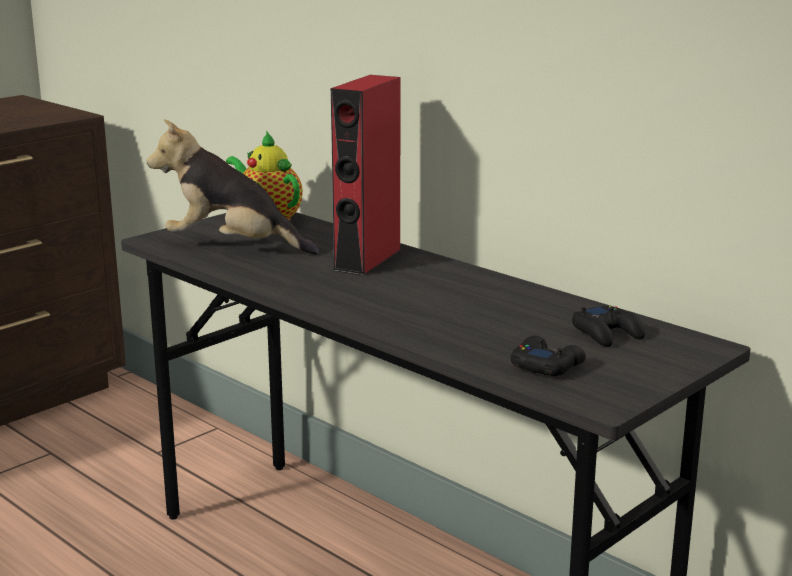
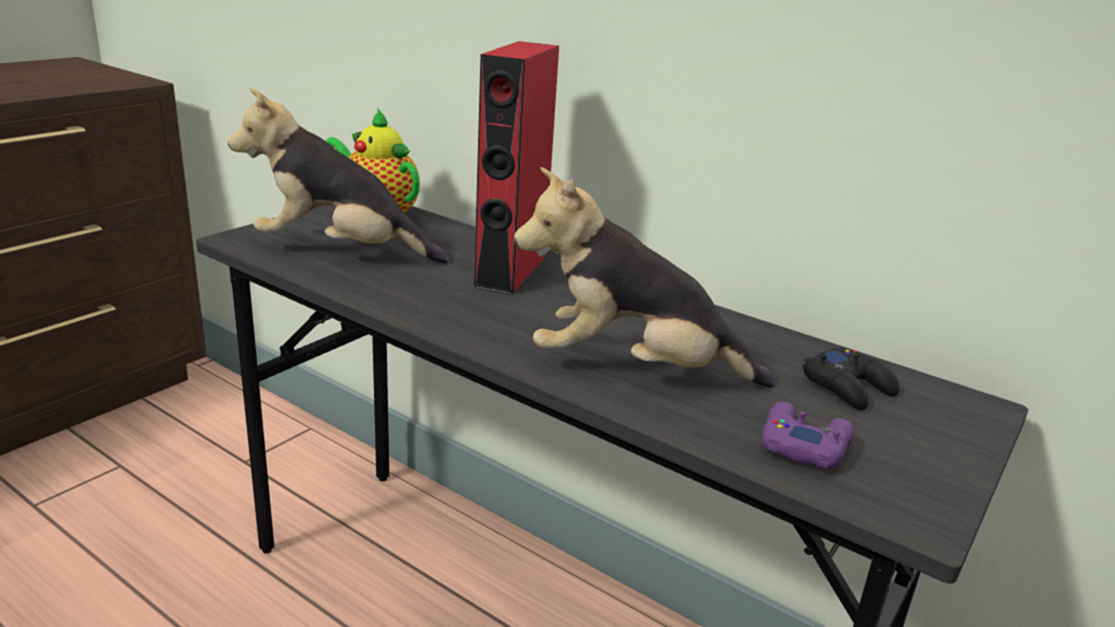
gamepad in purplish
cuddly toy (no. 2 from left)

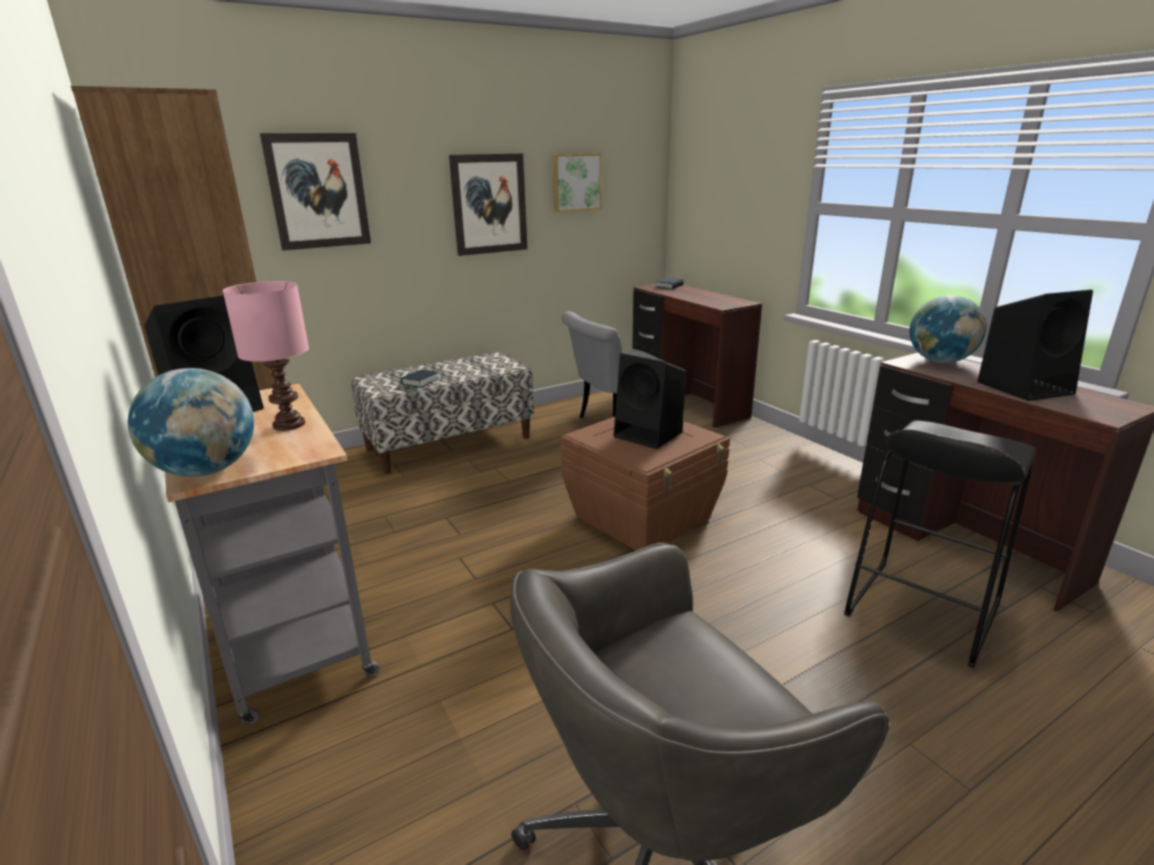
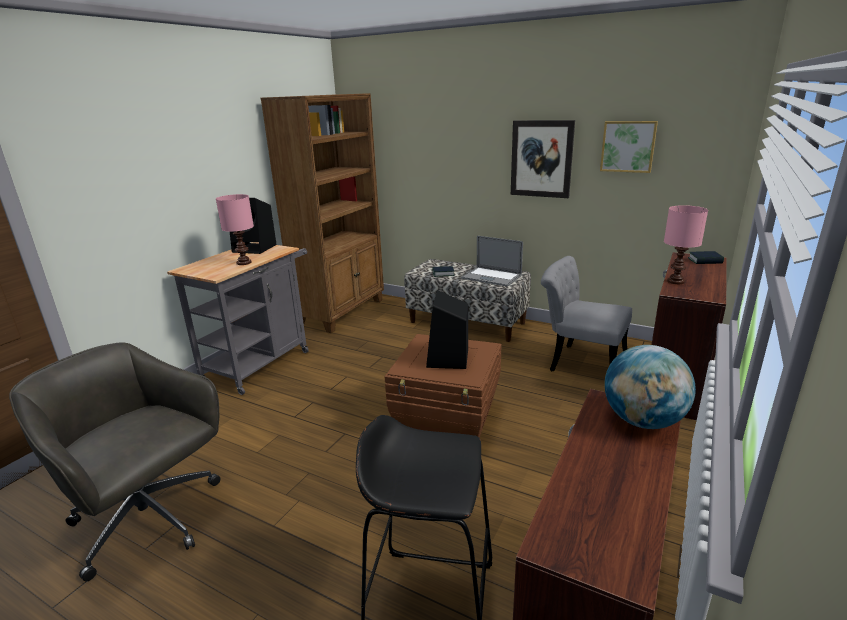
desk globe (no. 1 from left in the first image)
wall art (no. 1 from left in the first image)
loudspeaker in black-coloured (no. 3 from left in the first image)
laptop
tabletop lamp in pink-coloured (no. 2 from left)

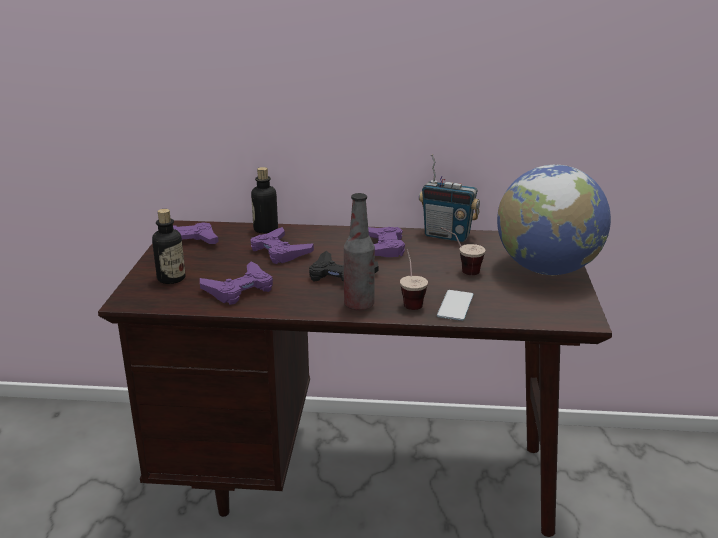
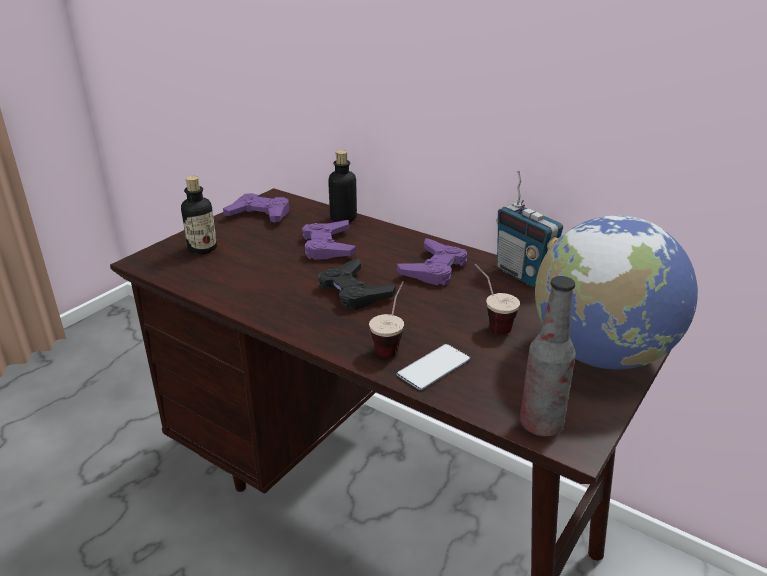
gamepad in purplish (no. 2 from left in the first image)
beverage bottle (no. 3 from left)

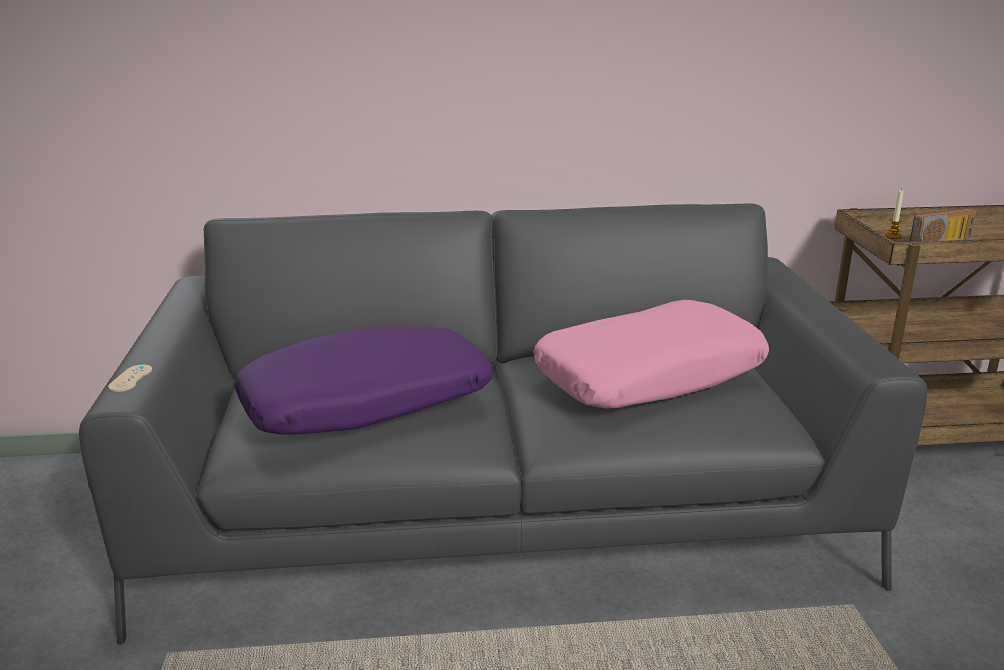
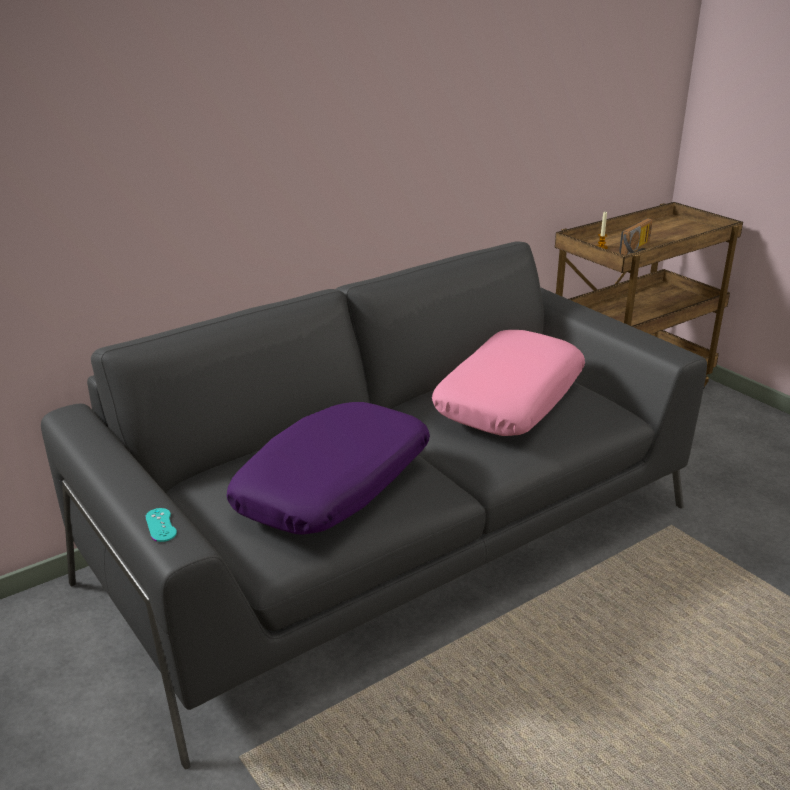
gamepad in blue-green

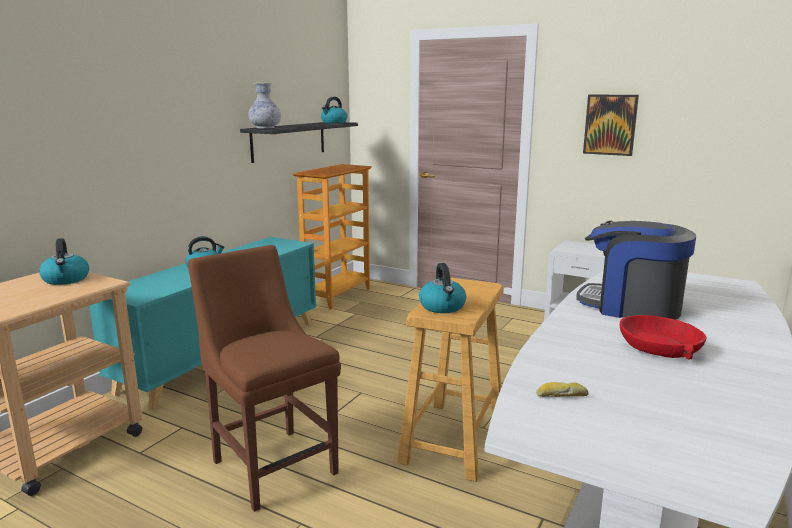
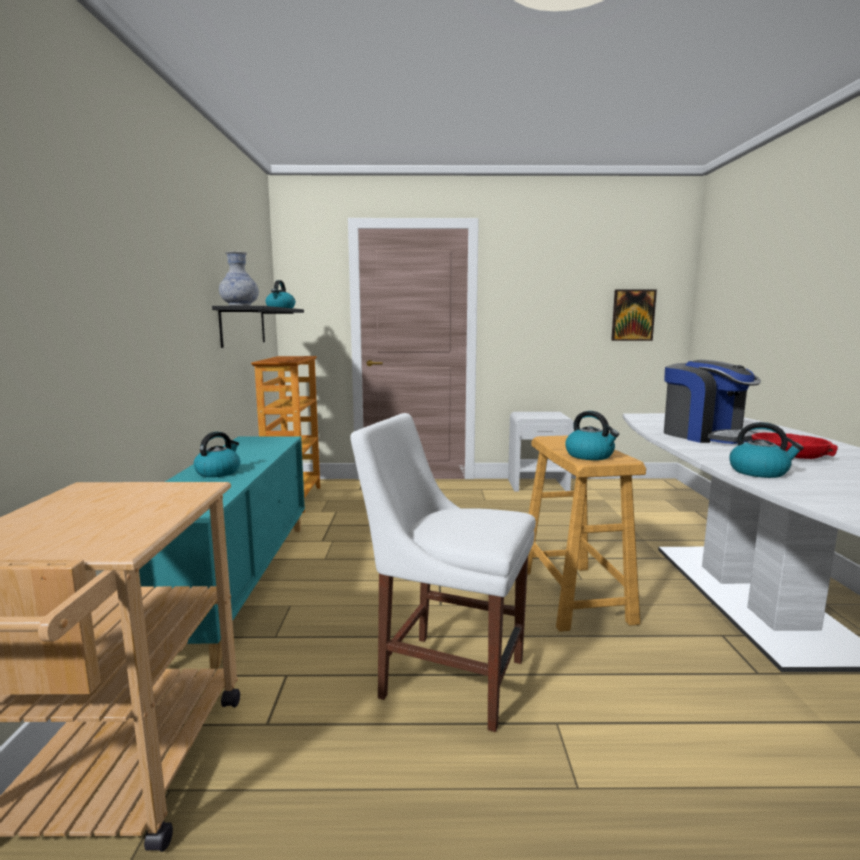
water kettle (no. 4 from left)
plain chair in whitish
bakery bread
coffee brewer
wall art

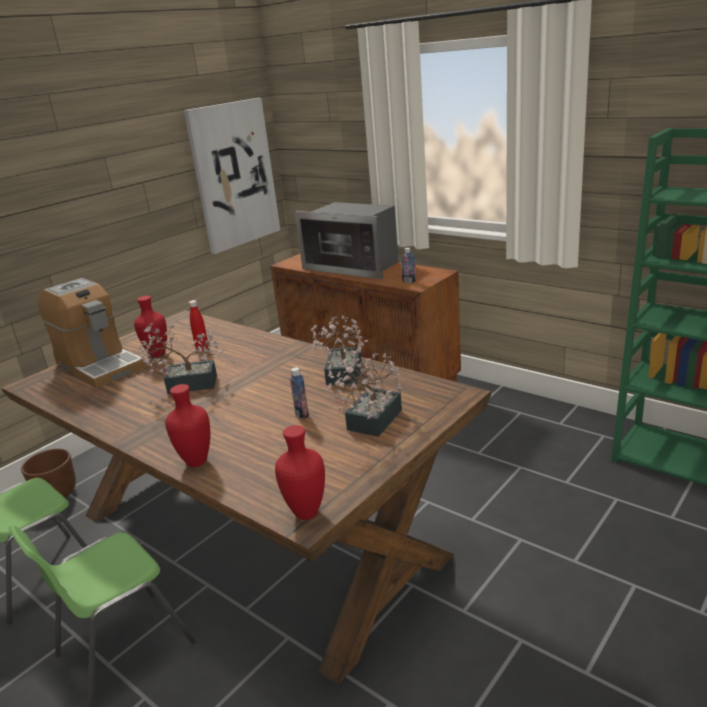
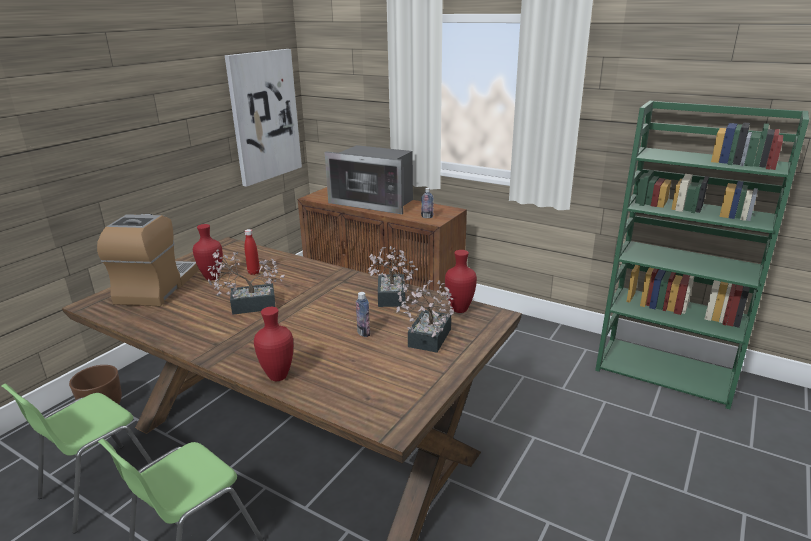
coffee brewer
flower vase in red (no. 3 from left)

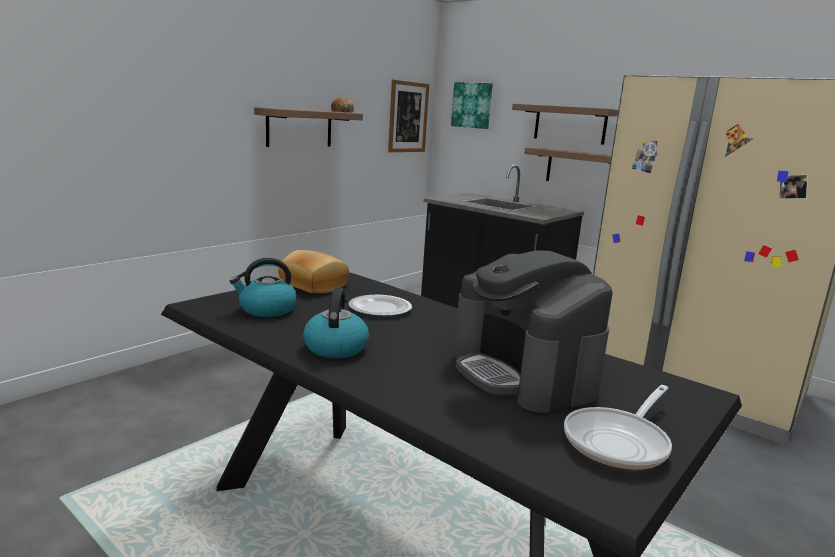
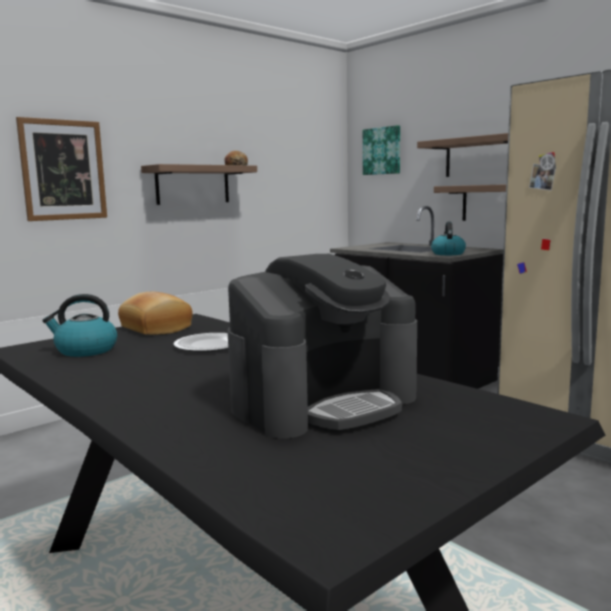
water kettle (no. 2 from left)
wall art (no. 1 from left)
coffee brewer
skillet

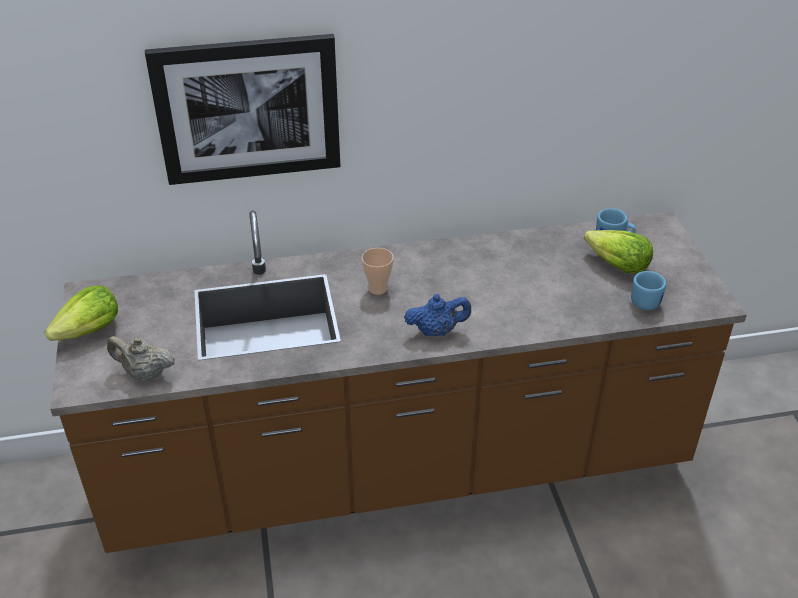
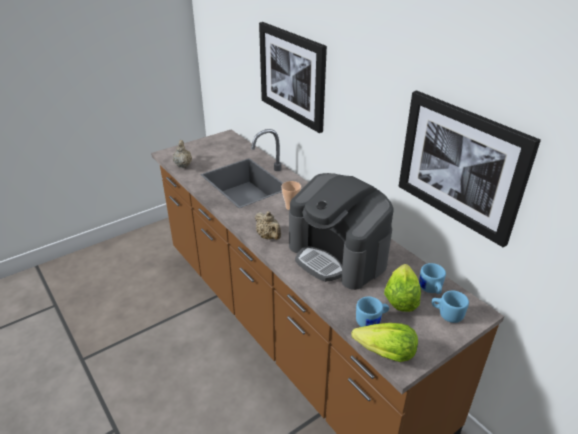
lettuce head (no. 1 from left)
teapot in sand-coloured (no. 2 from left)
coffee brewer
wall art (no. 2 from left)
mug in bluish (no. 3 from left)

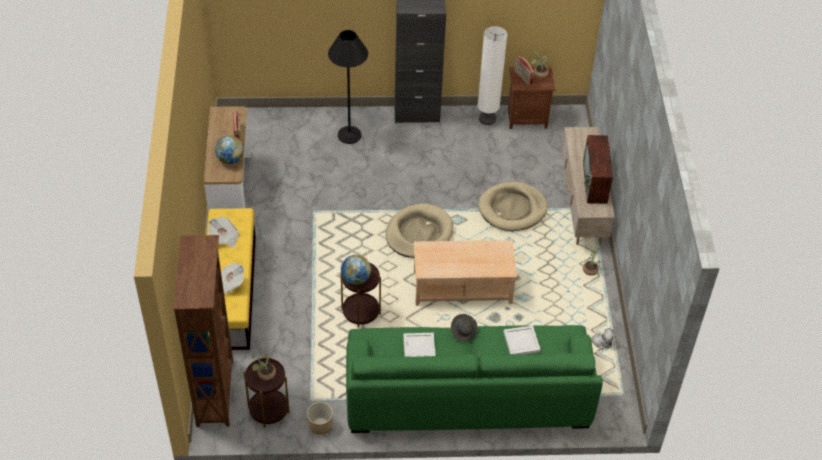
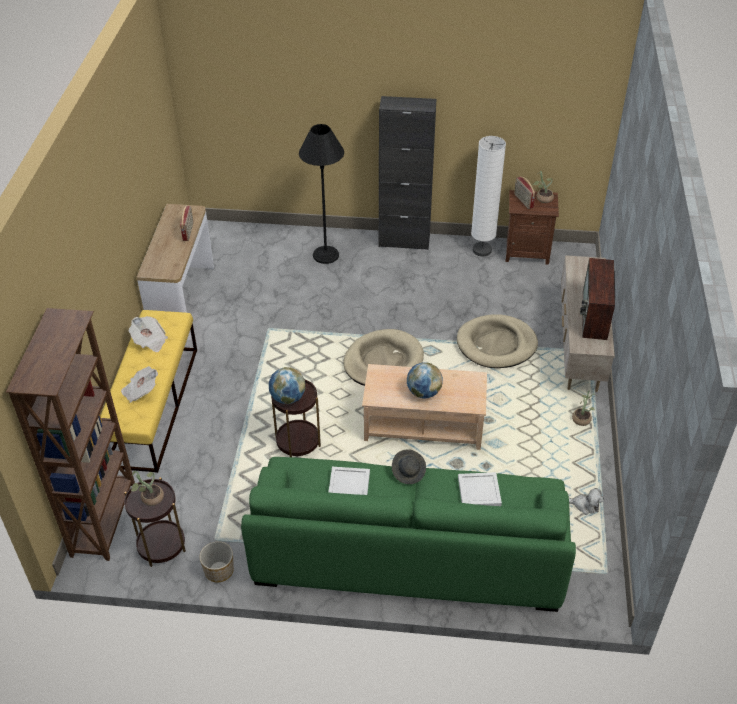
desk globe (no. 2 from left)

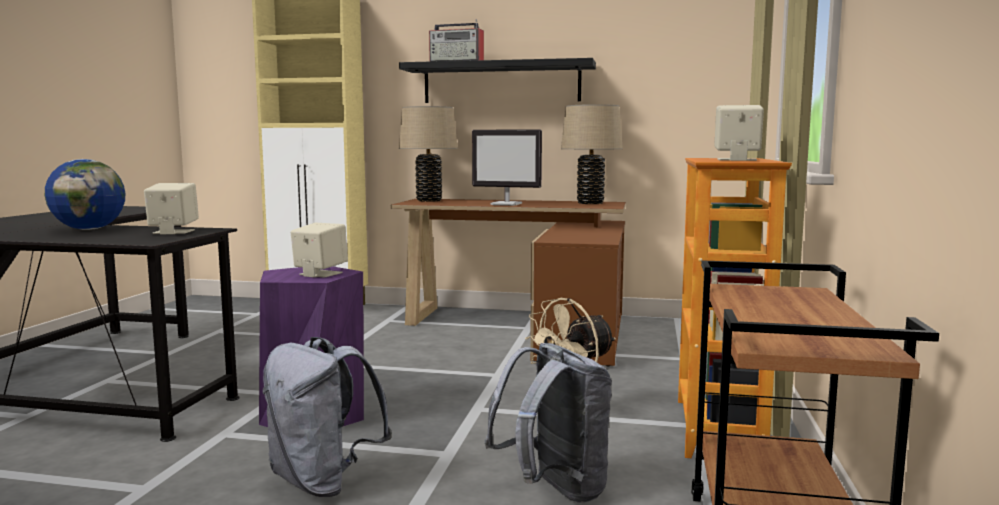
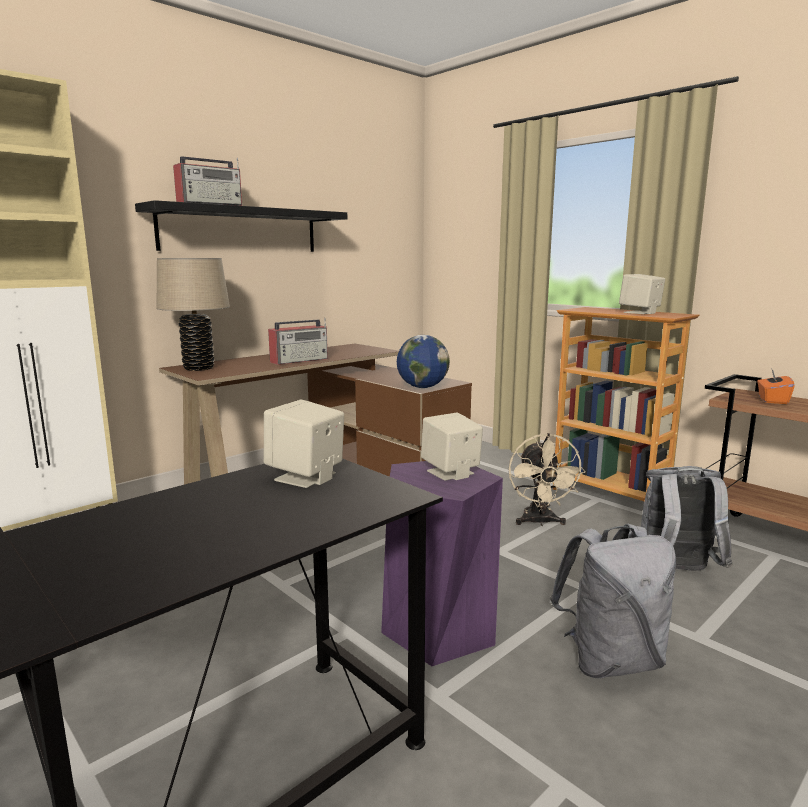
desk globe
radio (no. 2 from left)
tabletop lamp in sand-coloured (no. 2 from left in the first image)
tissue holder in orange

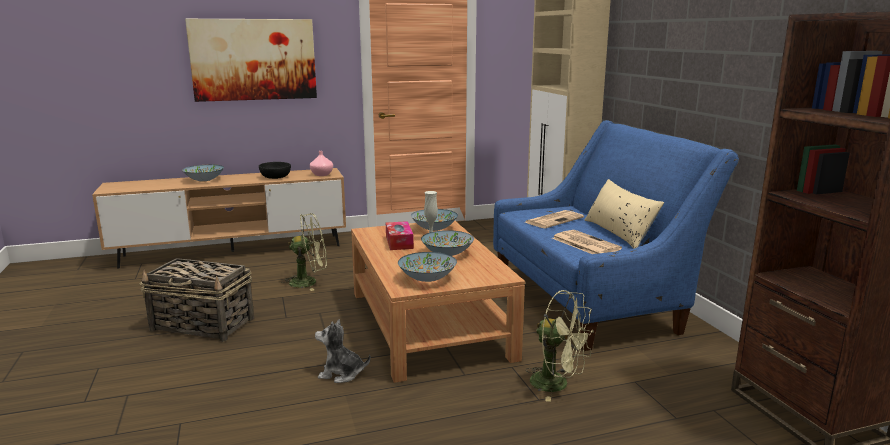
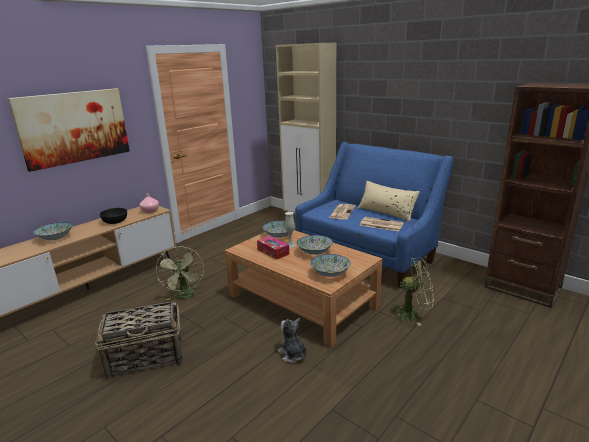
cooling fan in green (no. 1 from left)
cuddly toy

